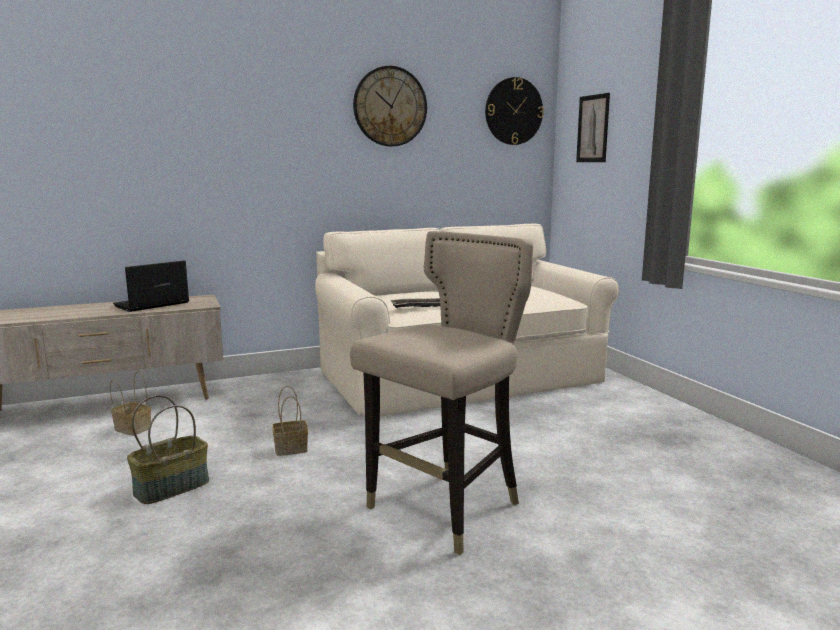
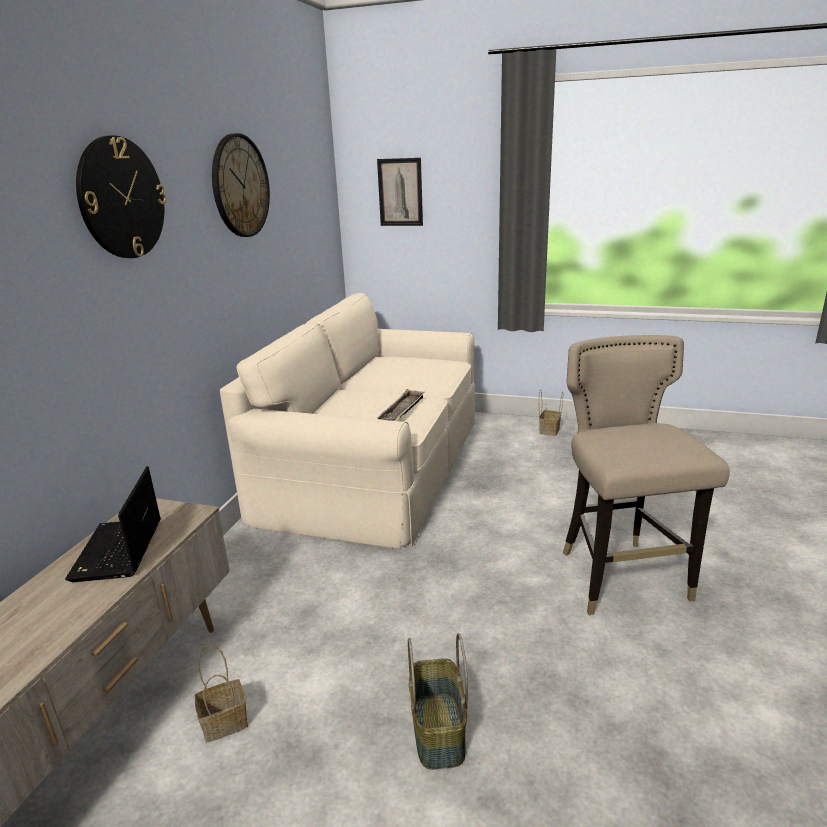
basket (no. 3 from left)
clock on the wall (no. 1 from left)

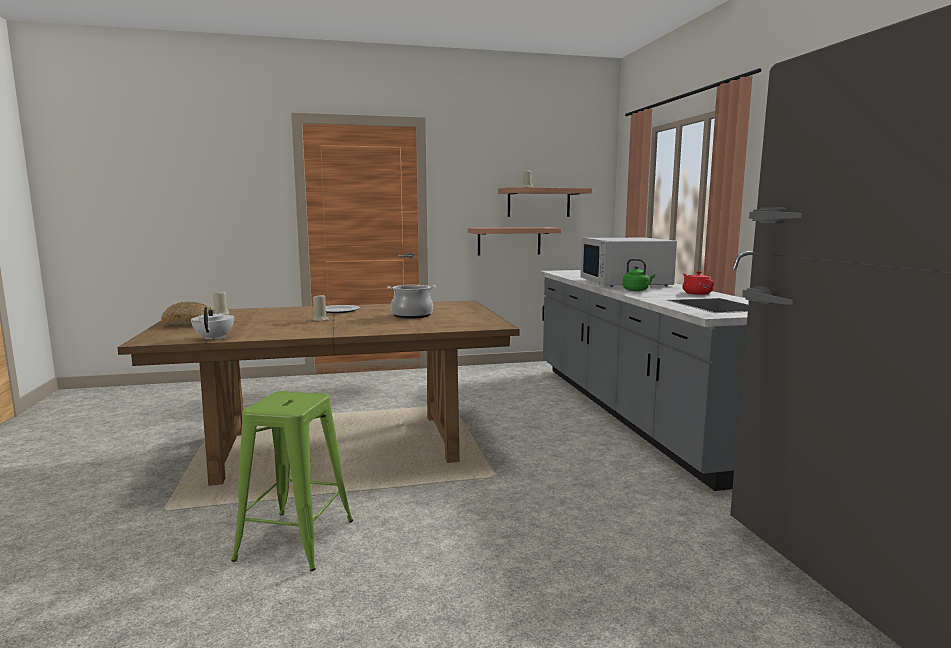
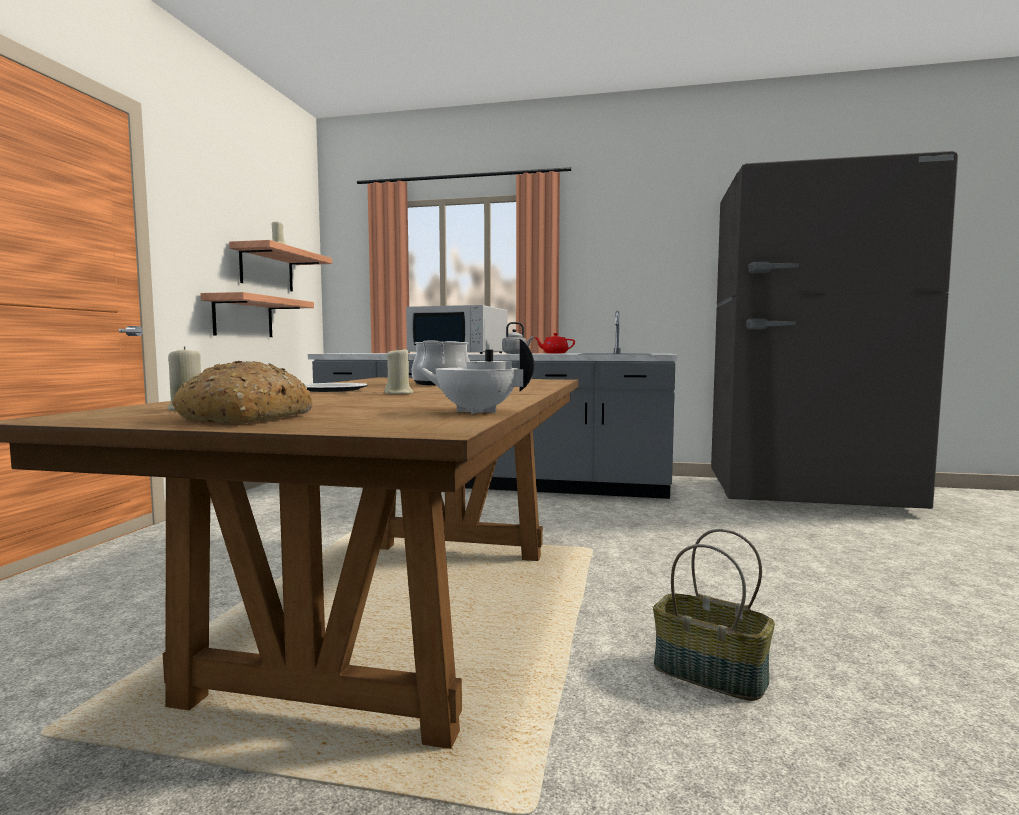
basket
water kettle in greyish

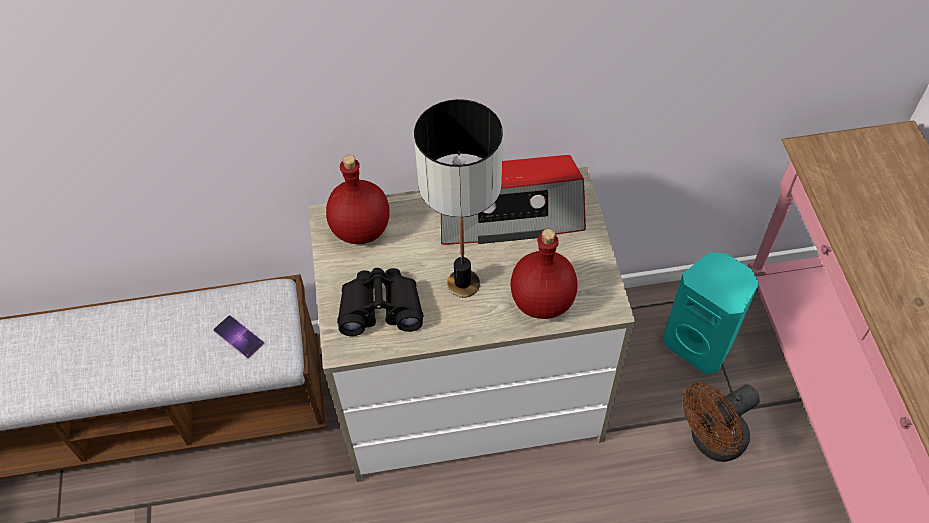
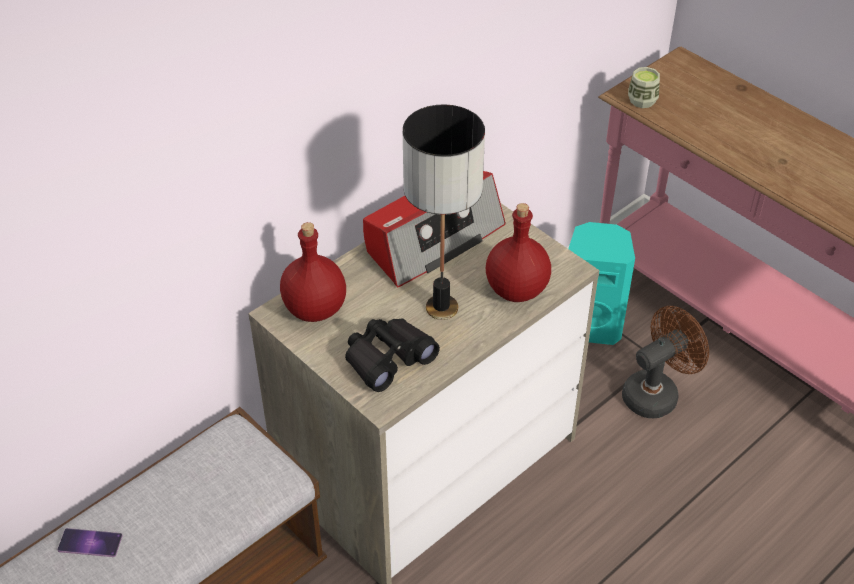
phone
cooling fan in brown
cup

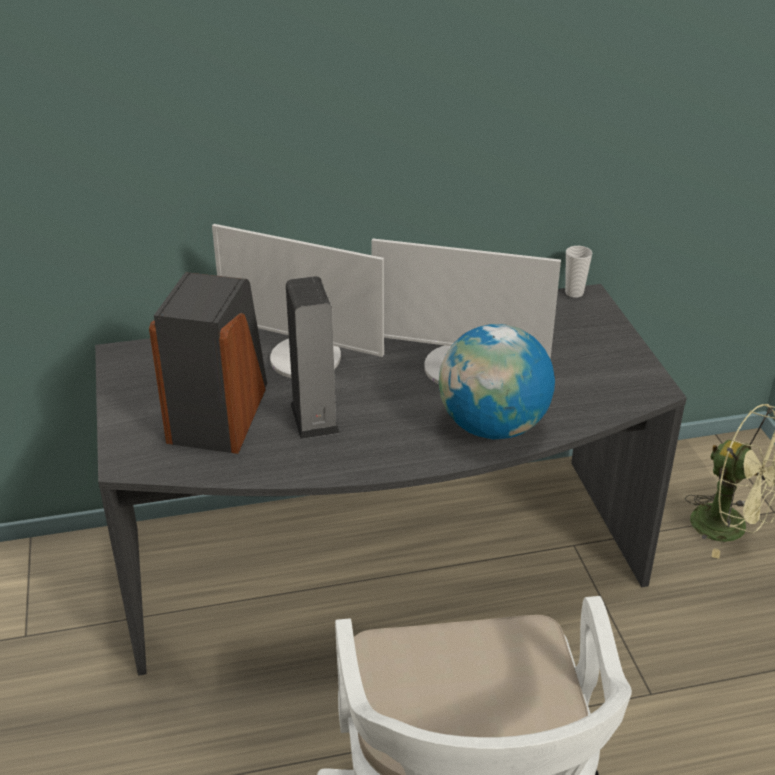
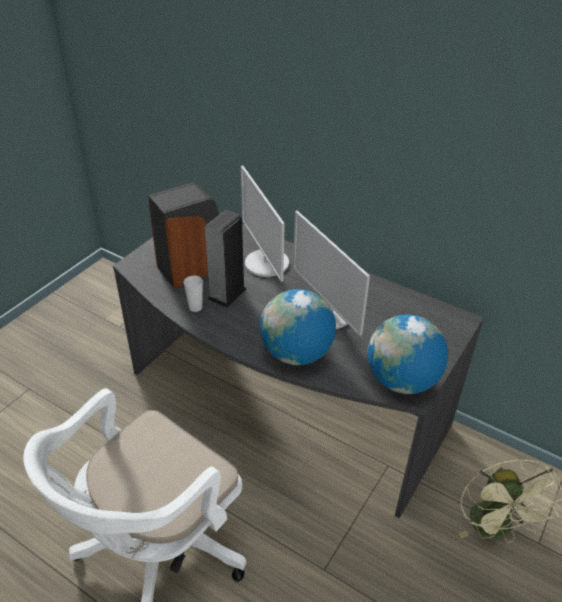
cup
desk globe (no. 2 from left)

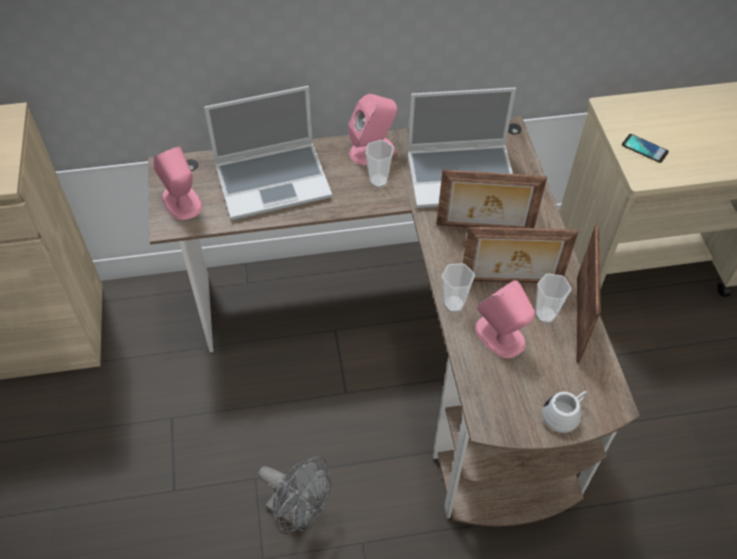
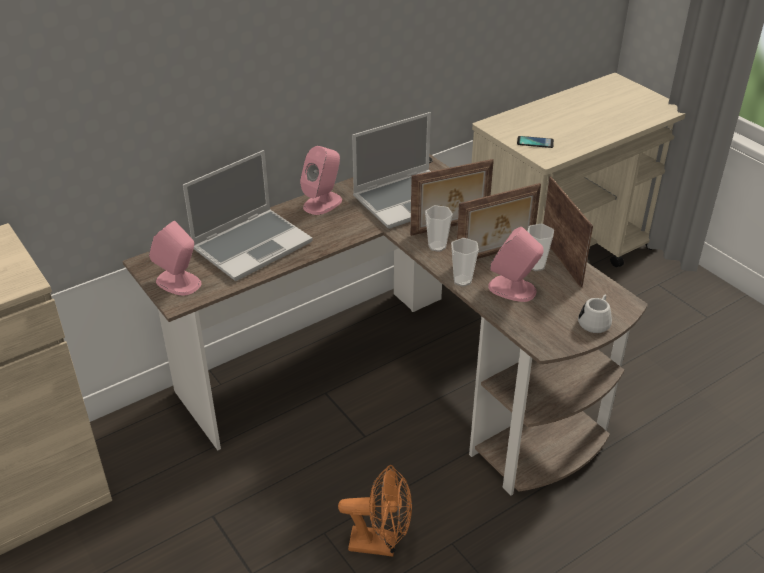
cooling fan in orange
cup (no. 1 from left)

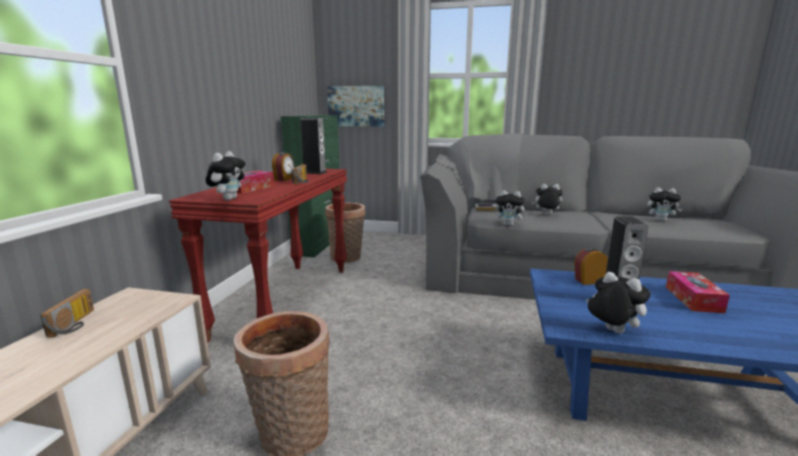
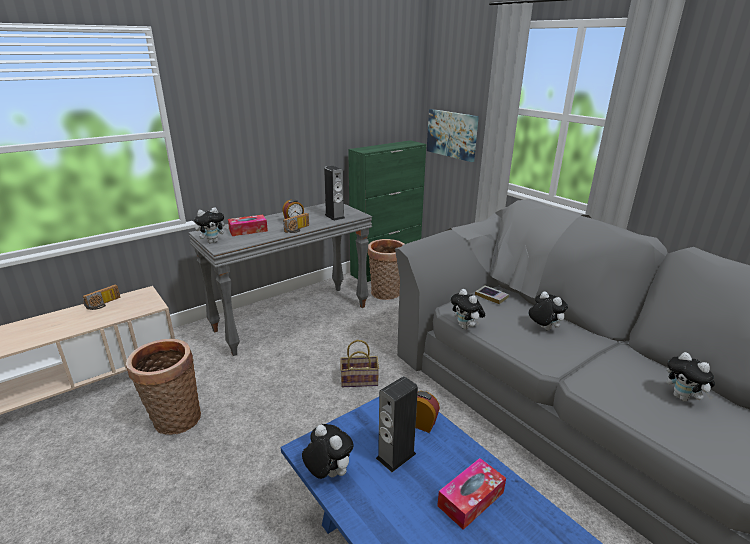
narrow table in greyish
cuddly toy (no. 2 from left)
basket (no. 2 from left)

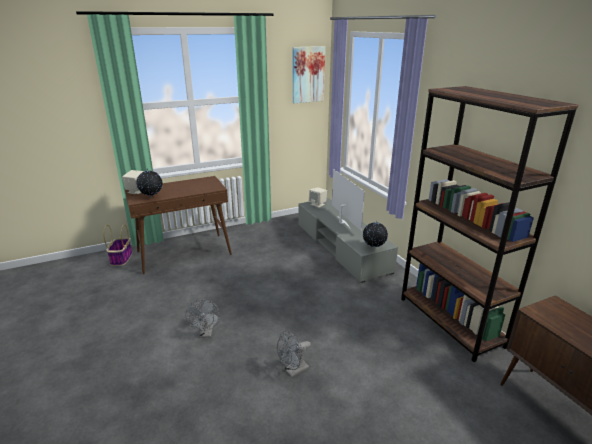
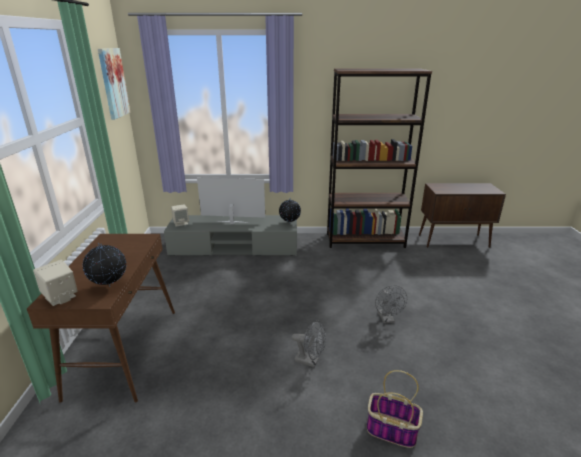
basket

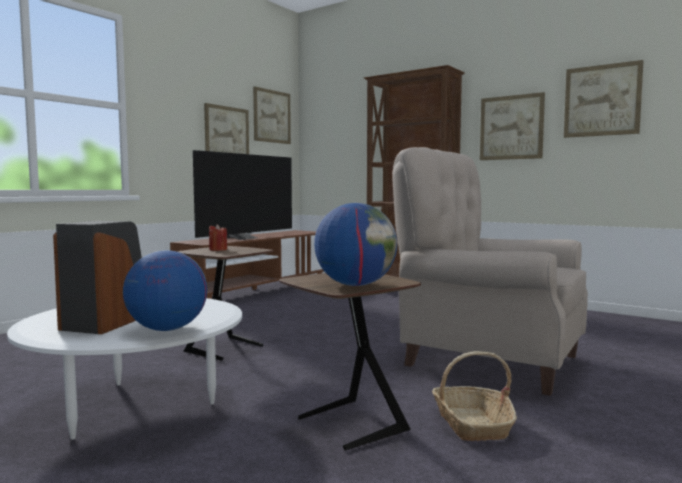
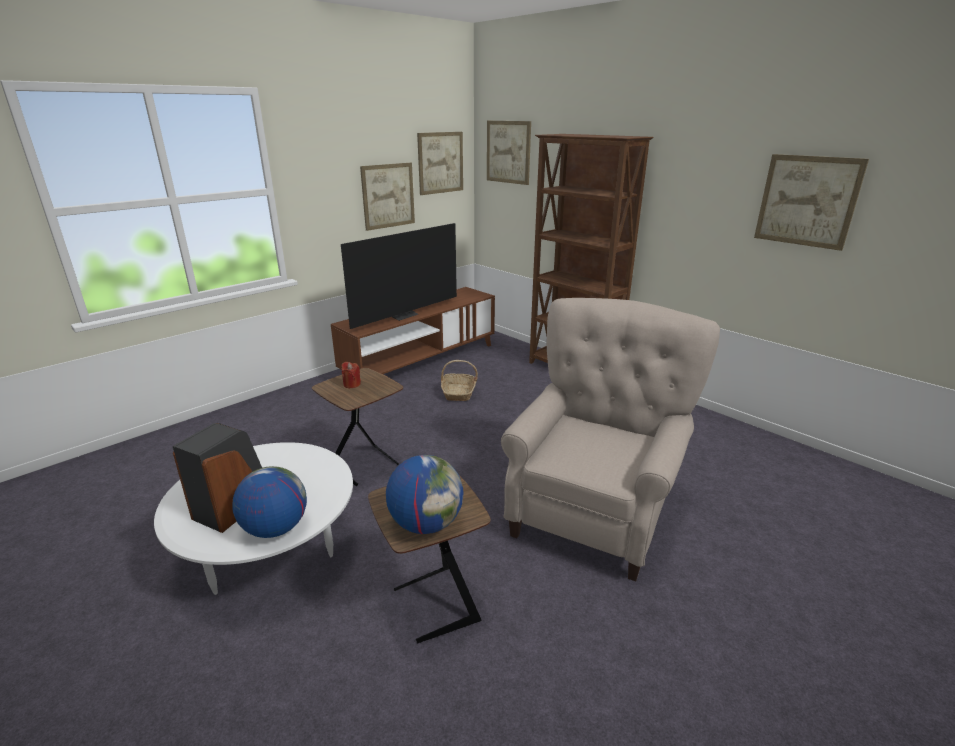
lounge chair in sand-coloured
basket
wall art (no. 3 from left)

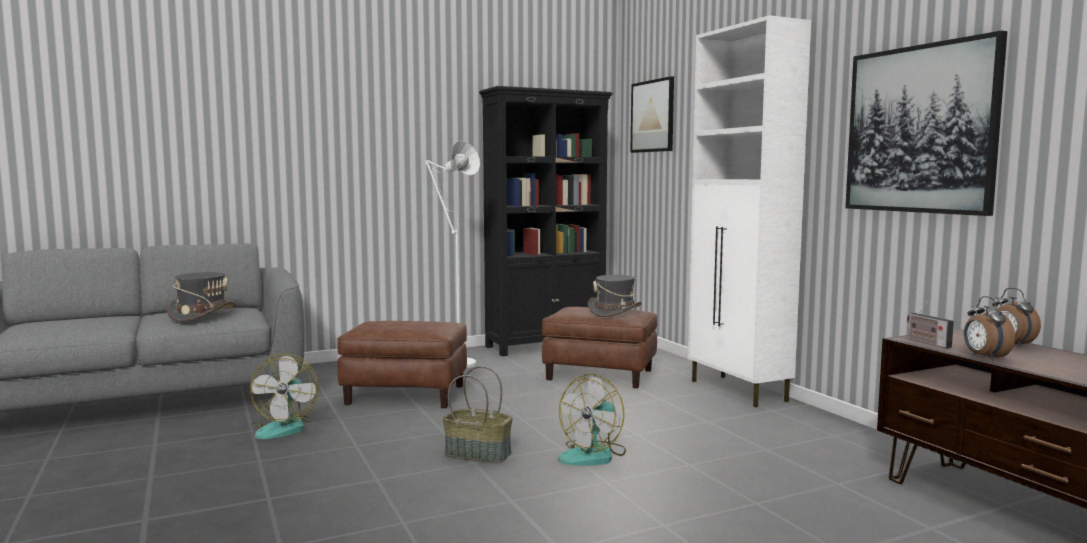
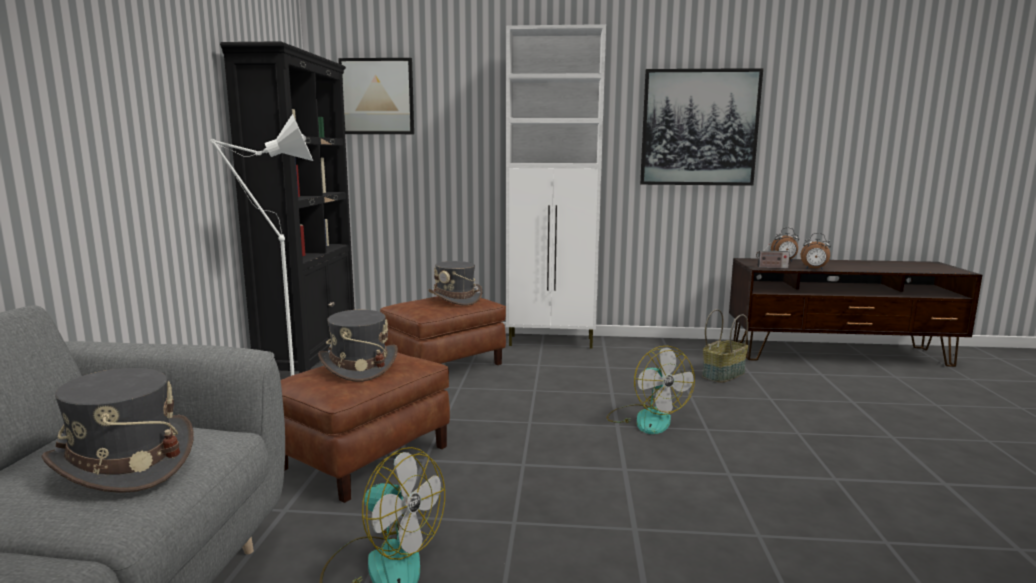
basket
clothing hat in greyish (no. 2 from left)

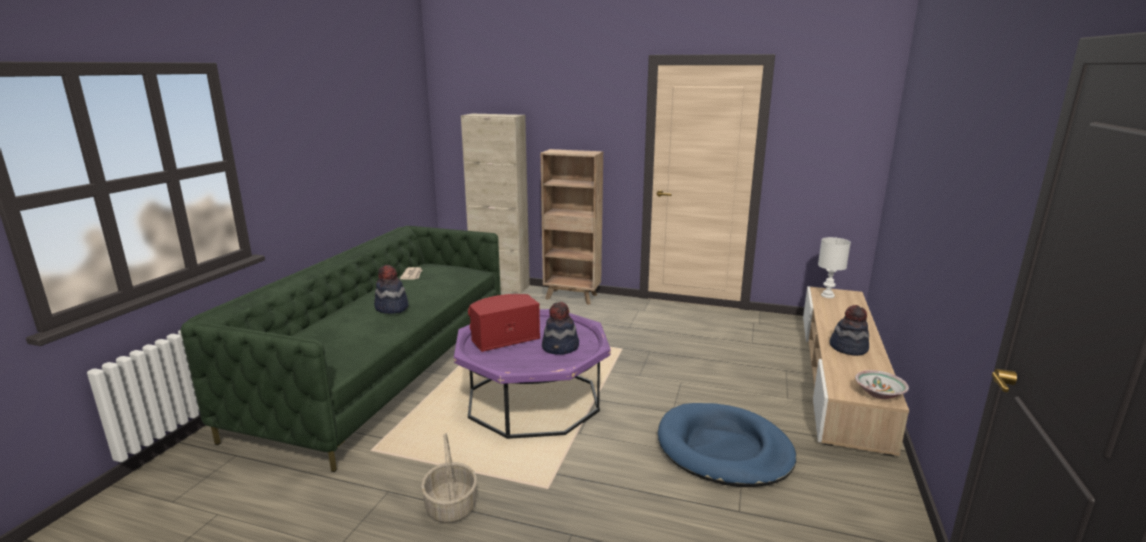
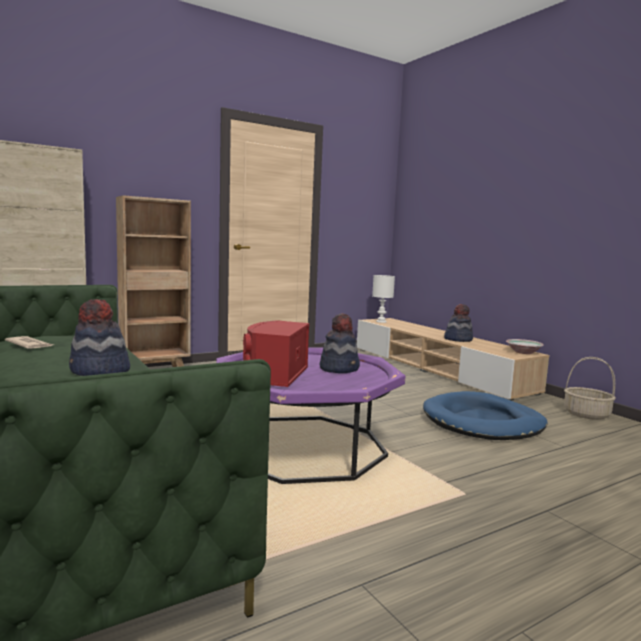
basket

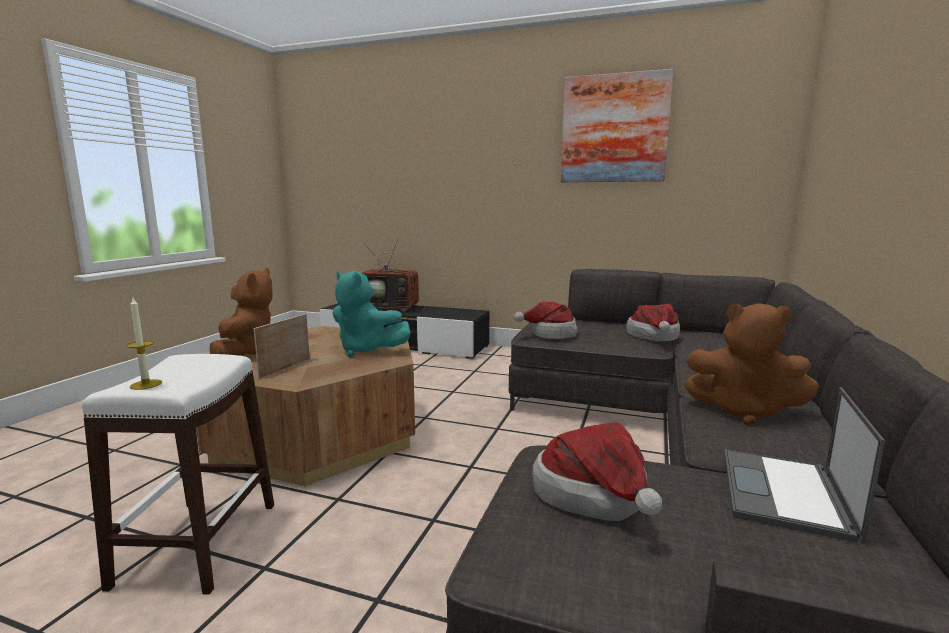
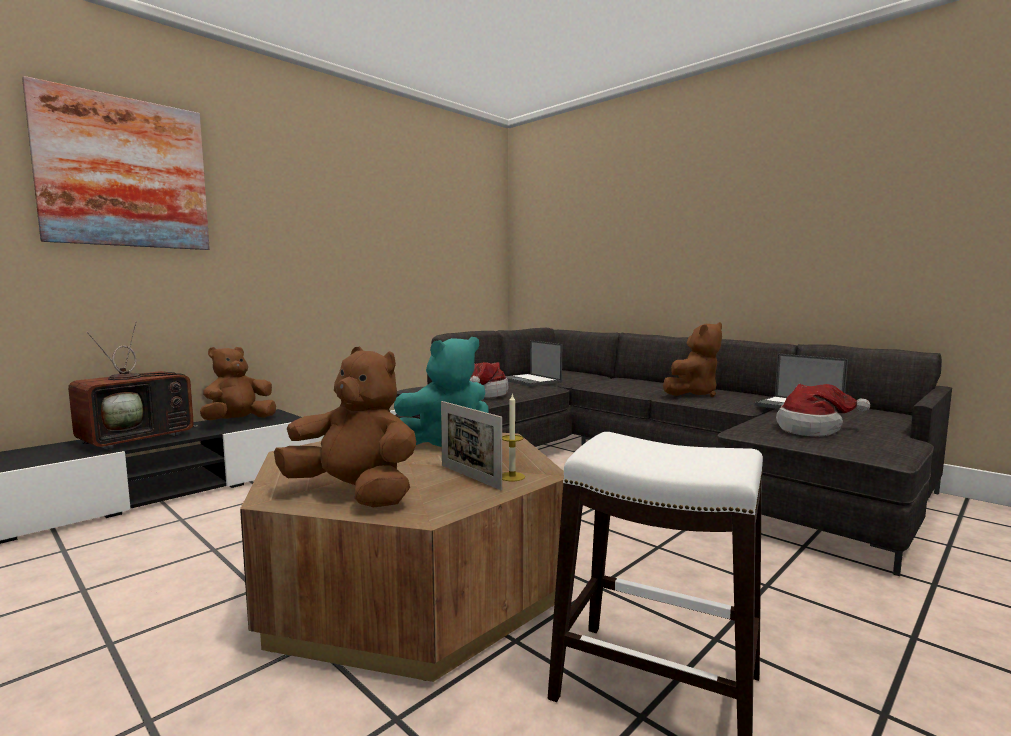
wax candle
wall art
laptop (no. 1 from left)
cuddly toy in brown (no. 1 from left)

